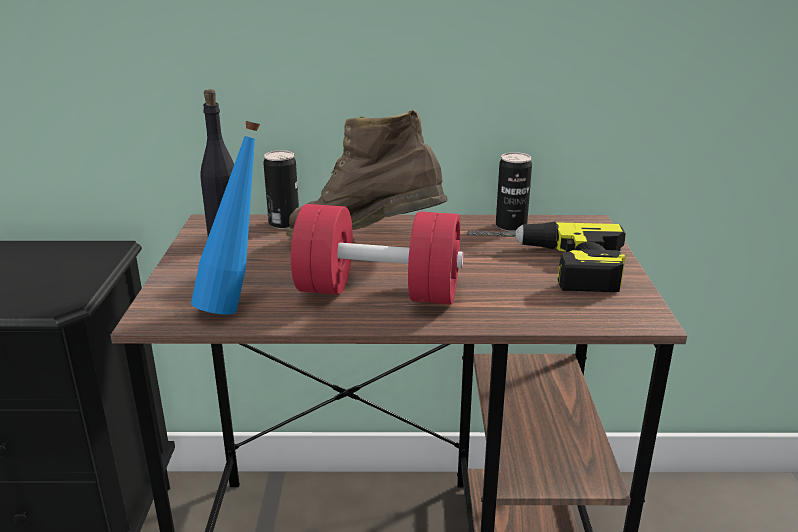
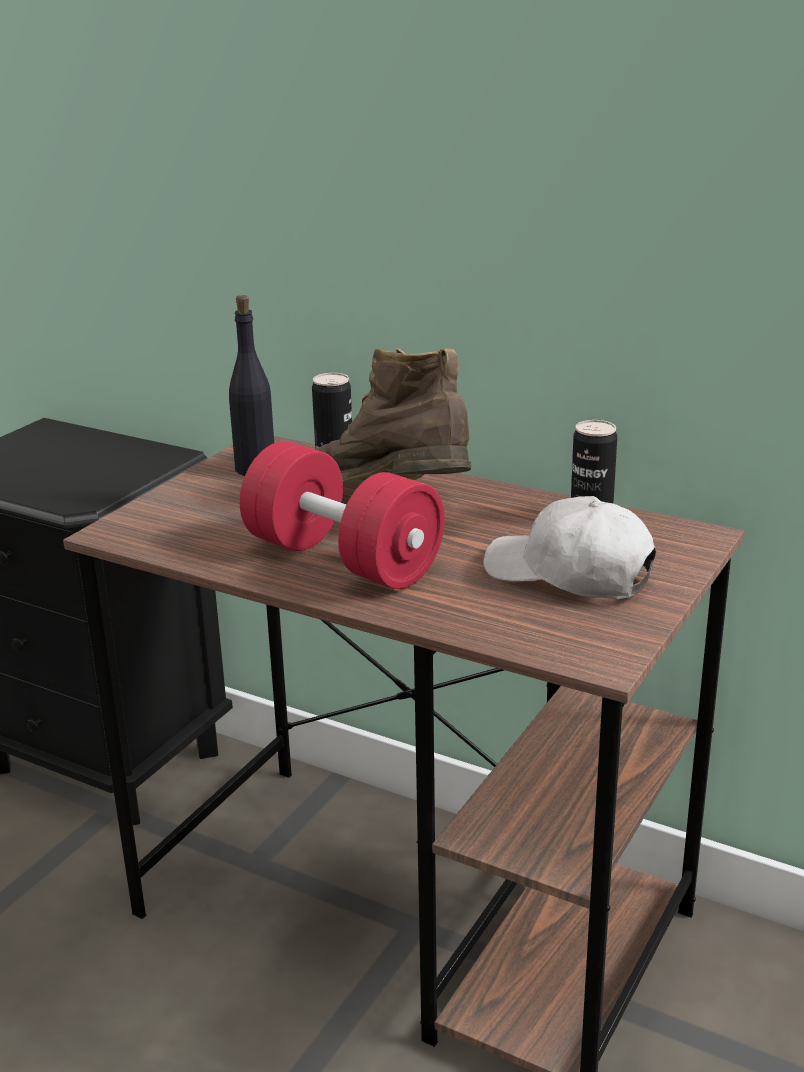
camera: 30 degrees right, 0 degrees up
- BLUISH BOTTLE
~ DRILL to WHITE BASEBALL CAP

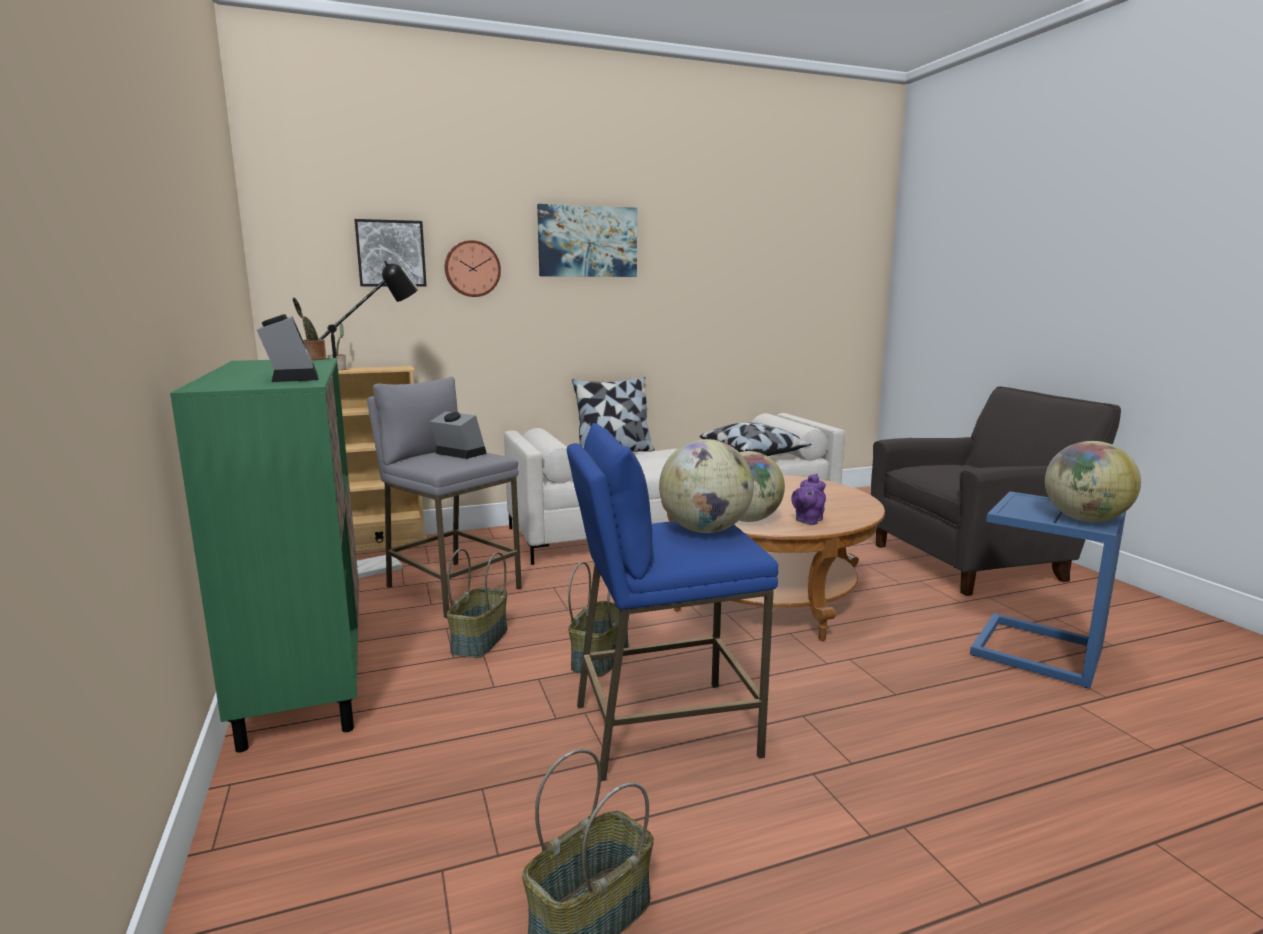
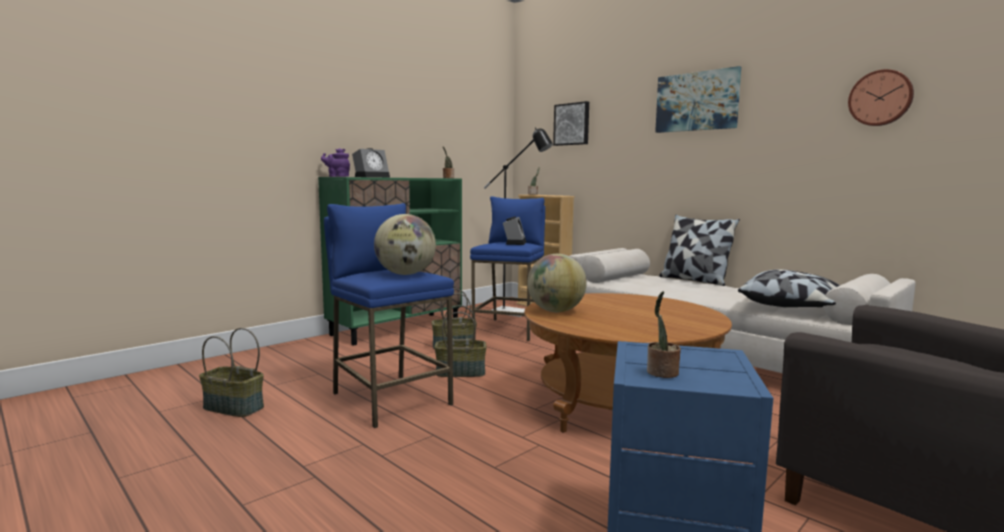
camera: 65 degrees right, 5 degrees down
~ GREY STOOL to BLUISH STOOL (no. 2 from left)
~ CLOCK ON THE WALL
~ PURPLE-COLOURED POT FOR TEA
~ WORLD GLOBE (no. 3 from left) to POTTED PLANT (no. 3 from left)

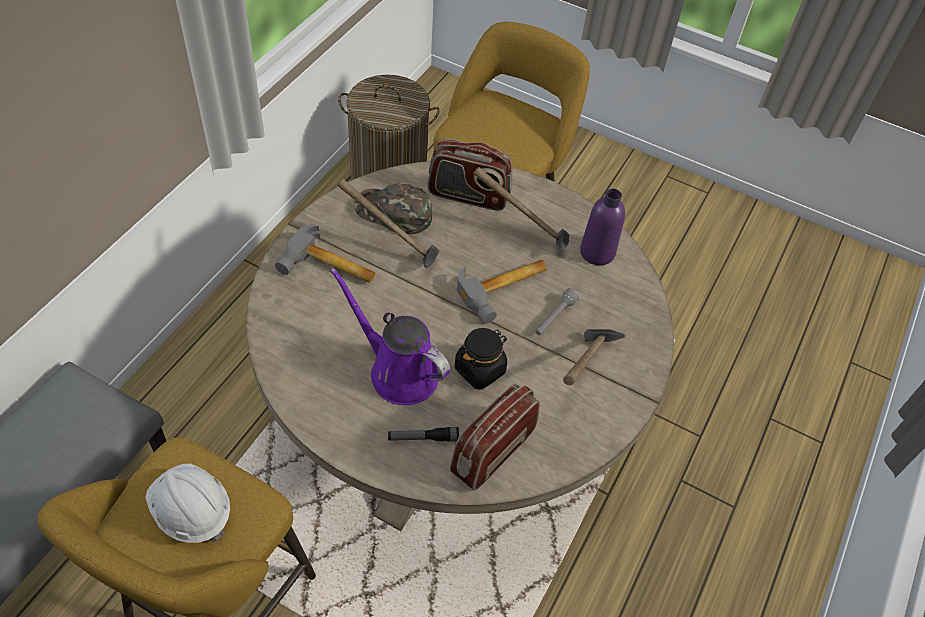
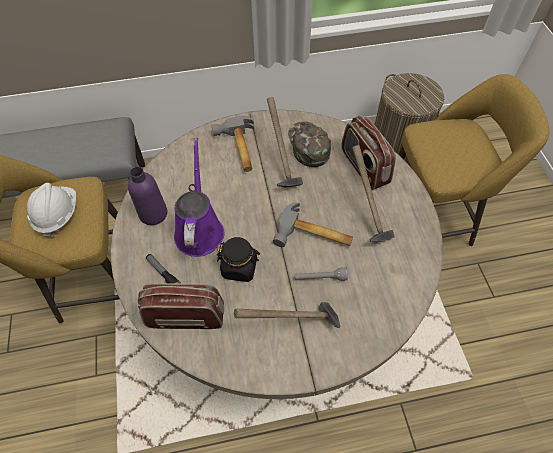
camera: 55 degrees right, 5 degrees up
~ PURPLE-COLOURED BOTTLE

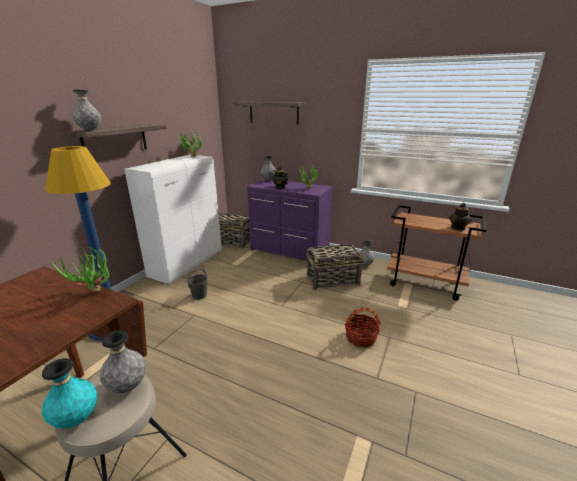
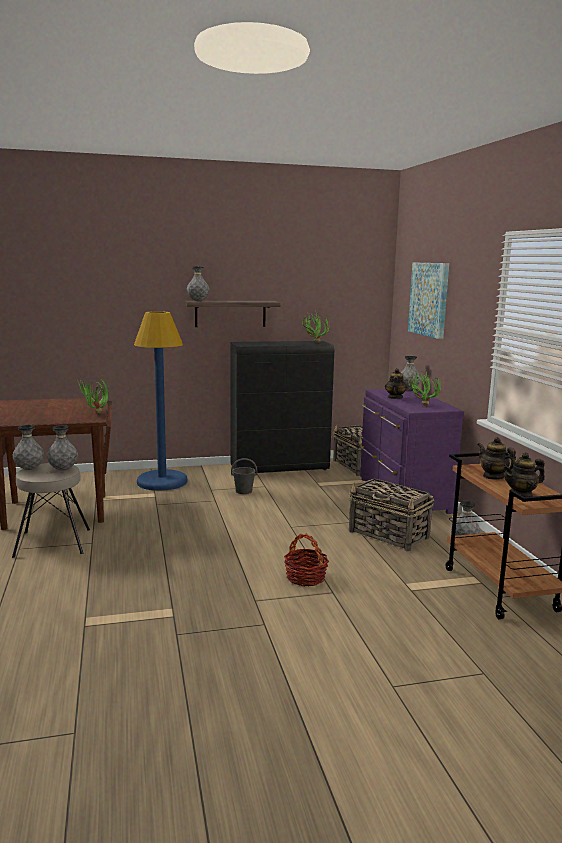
camera: 50 degrees right, 10 degrees down
~ TURQUOISE-COLOURED VASE to GREY VASE (no. 1 from left)
~ WHITE CUPBOARD to BLACKISH CUPBOARD
~ WALL SHELF (no. 2 from left) to WALL ART
+ POT FOR TEA (no. 2 from left)

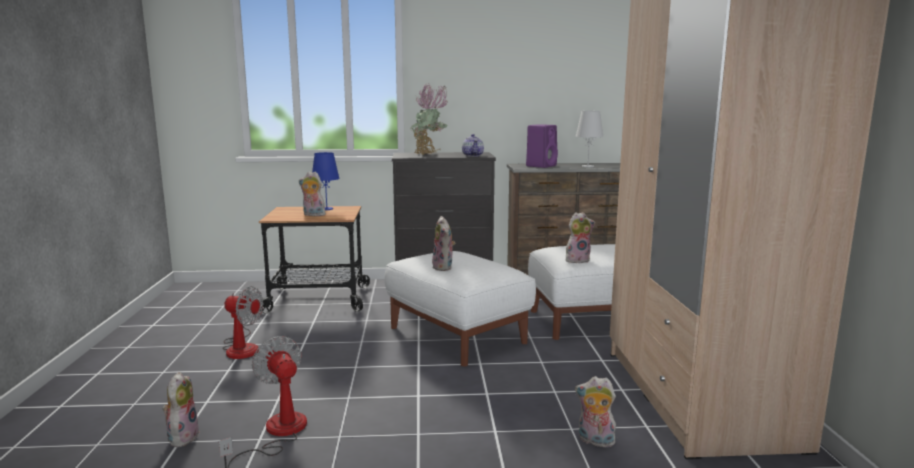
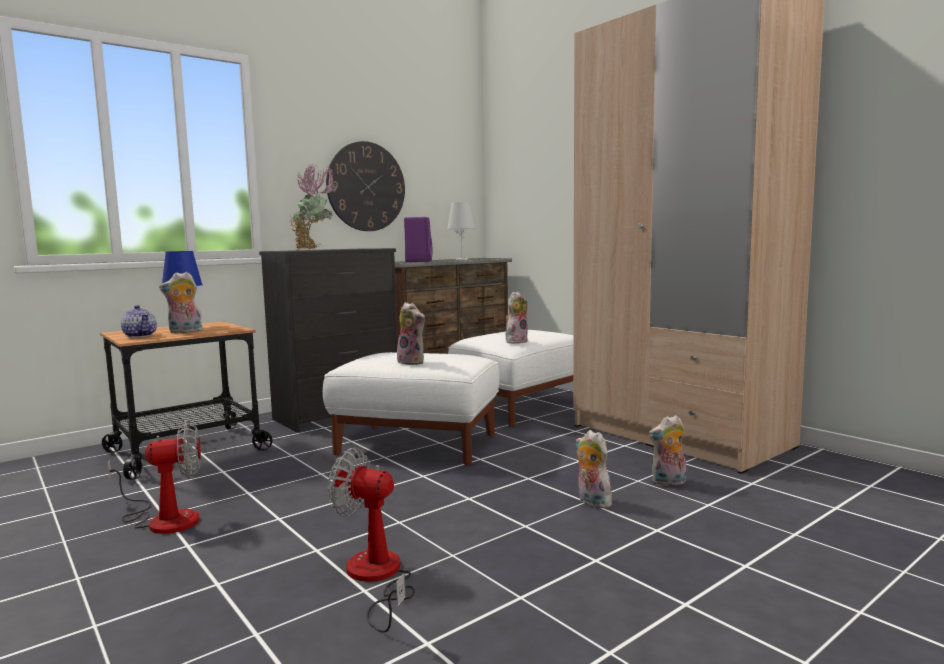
camera: 35 degrees left, 5 degrees down
~ SOFT TOY (no. 1 from left in the first image) to SOFT TOY (no. 4 from left)
~ POT FOR TEA
+ CLOCK ON THE WALL

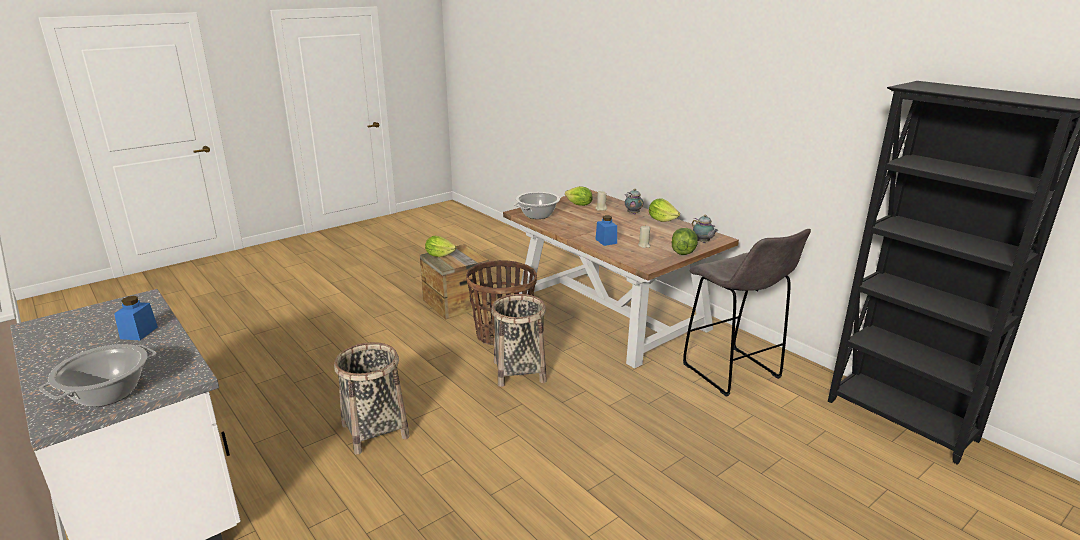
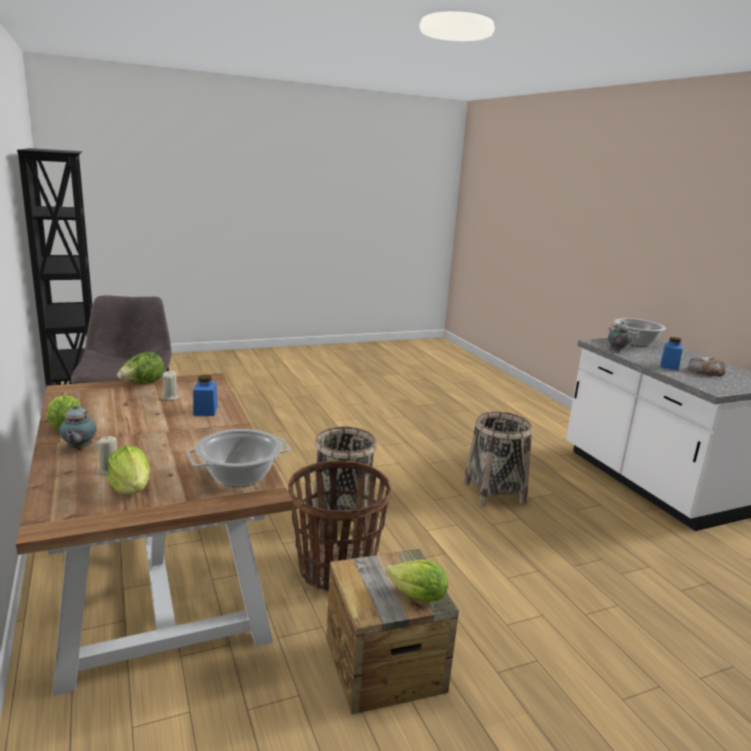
camera: 165 degrees left, 5 degrees down
~ POT FOR TEA (no. 2 from left)
+ BAKED BREAD

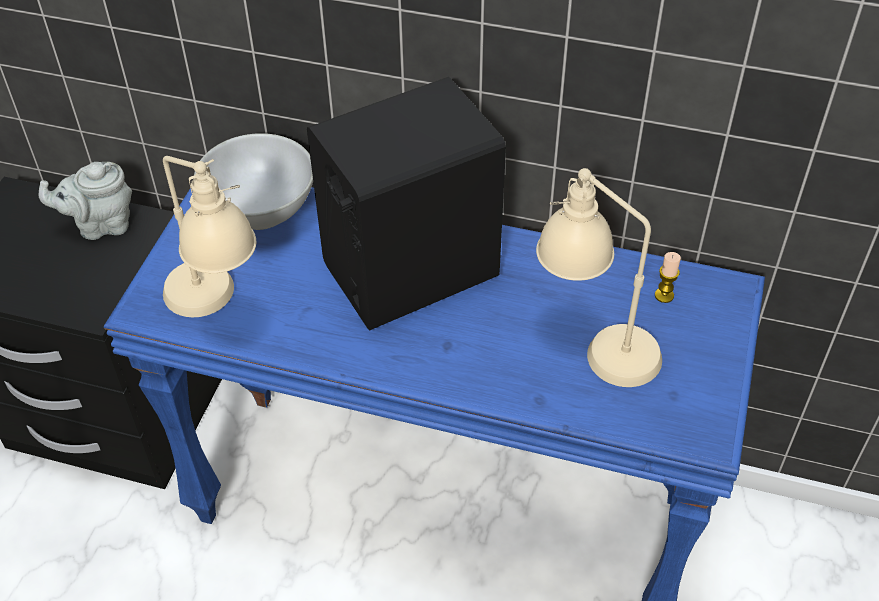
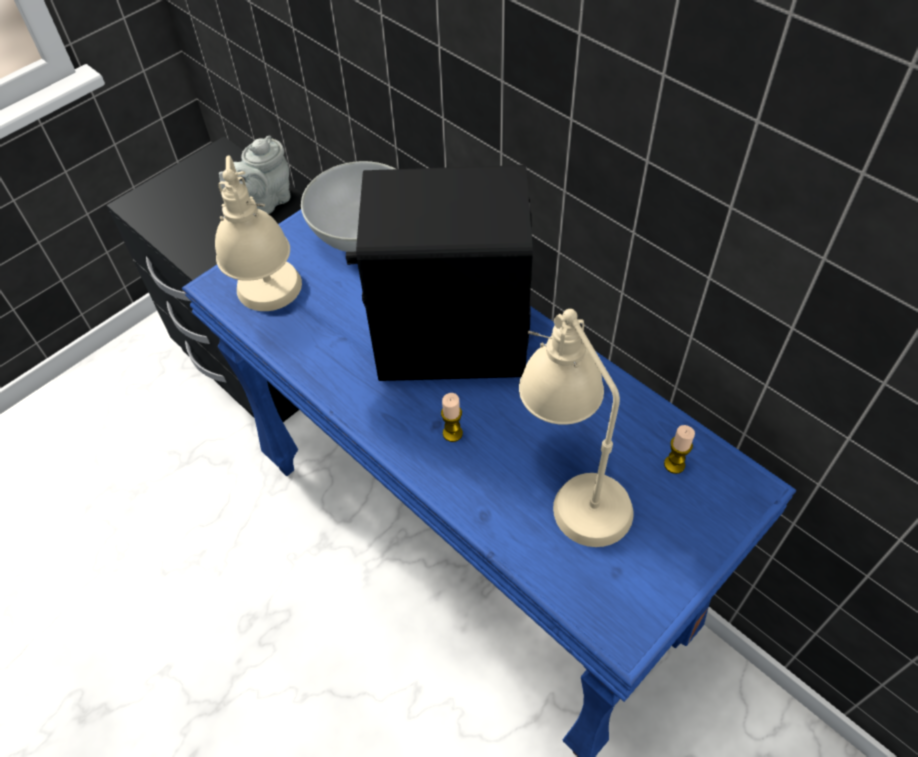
camera: 30 degrees right, 5 degrees up
~ GREY POT FOR TEA 60 degrees counterclockwise
+ CANDLE (no. 1 from left)

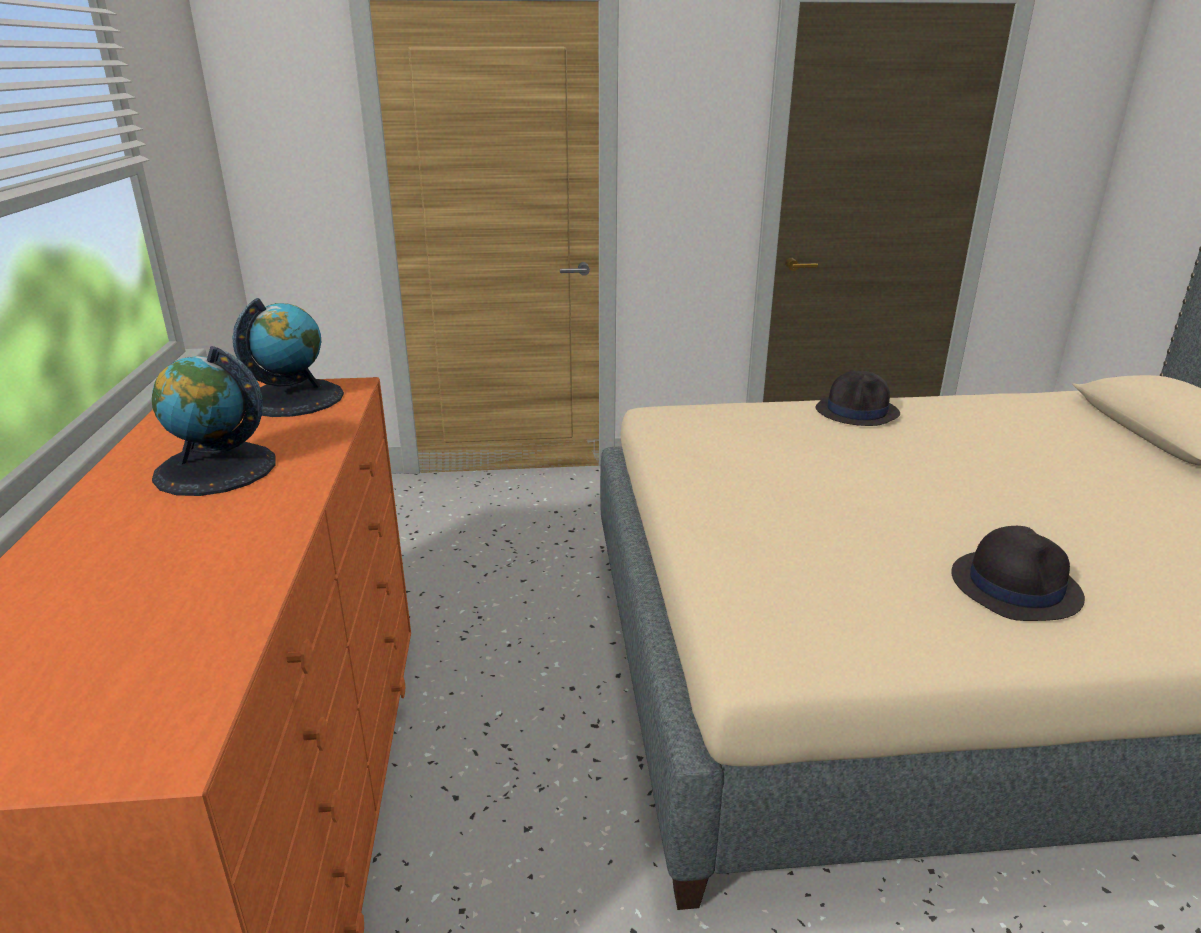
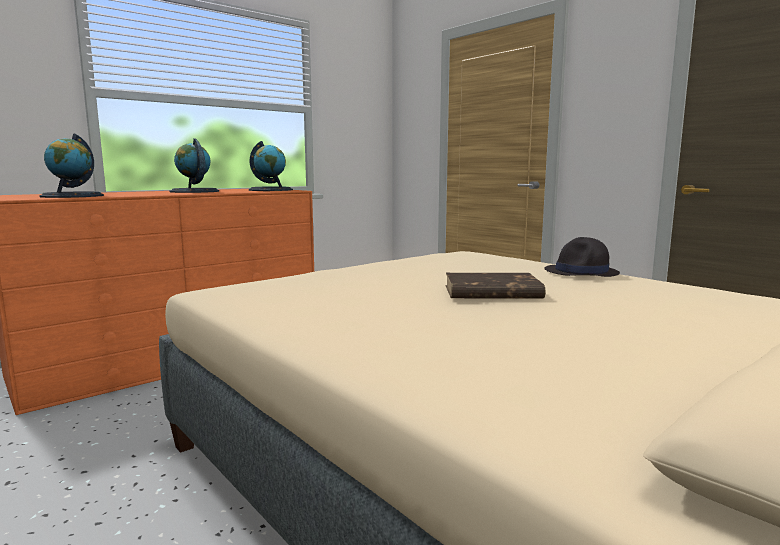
camera: 55 degrees right, 15 degrees down
- BLACKISH CLOTHING HAT (no. 2 from left)
+ WORLD GLOBE (no. 1 from left)
+ BROWN BOUND BOOK

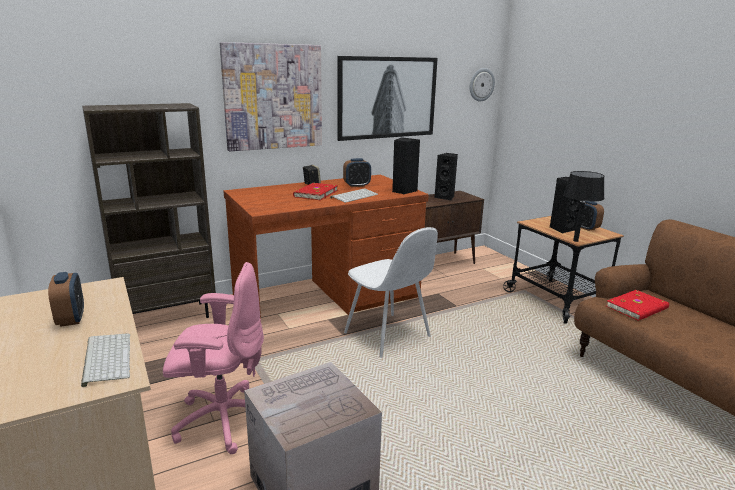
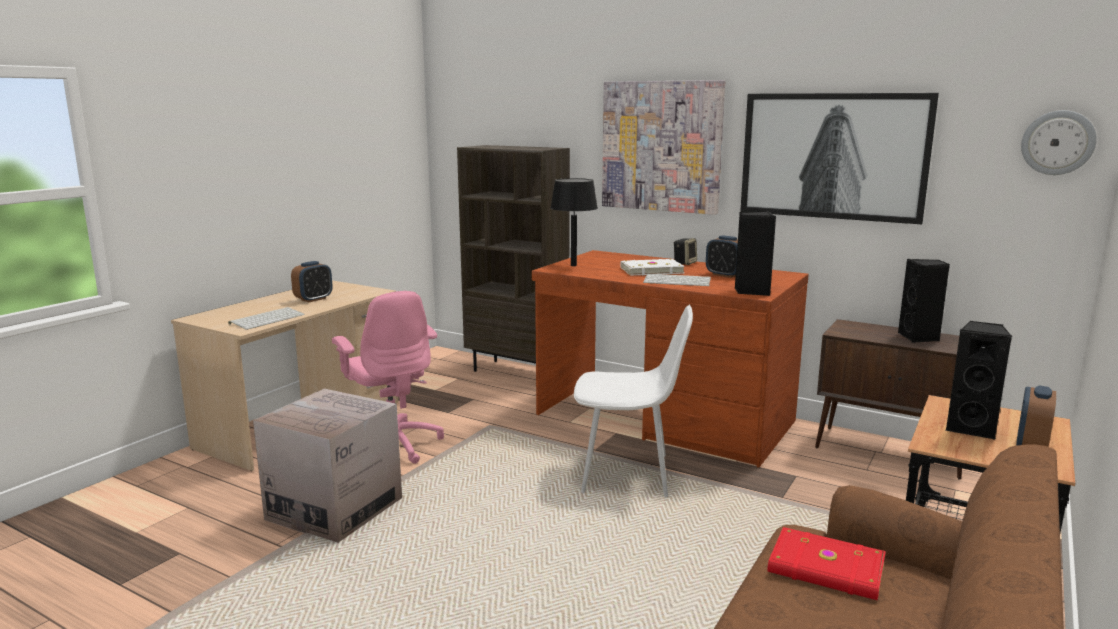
camera: 60 degrees right, 5 degrees down
~ RED-COLOURED BOUND BOOK (no. 1 from left) to WHITE BOUND BOOK
~ WHITE CHAIR 105 degrees counterclockwise
~ BLACKISH TABLE LAMP

